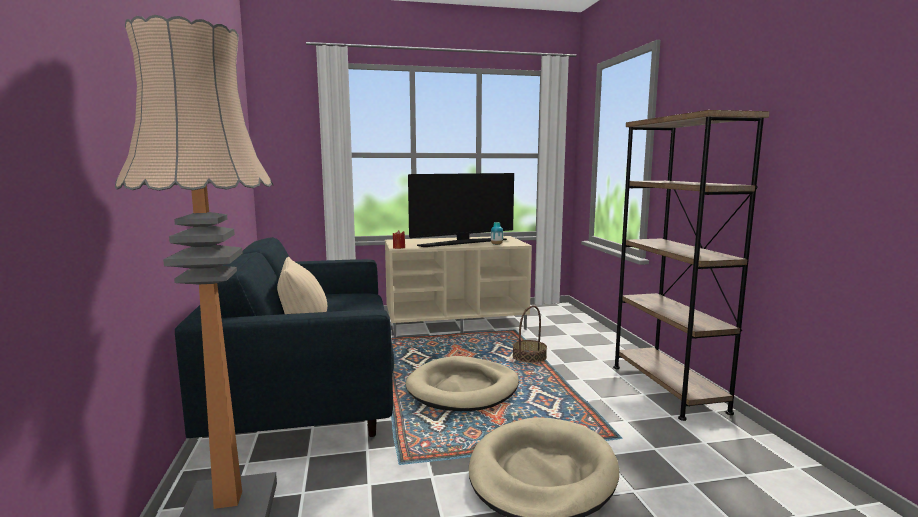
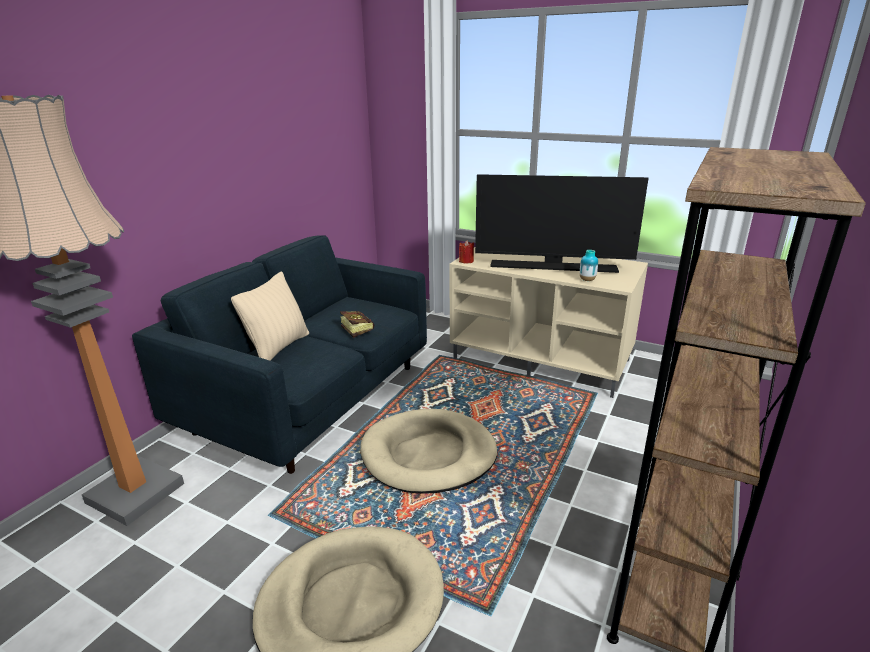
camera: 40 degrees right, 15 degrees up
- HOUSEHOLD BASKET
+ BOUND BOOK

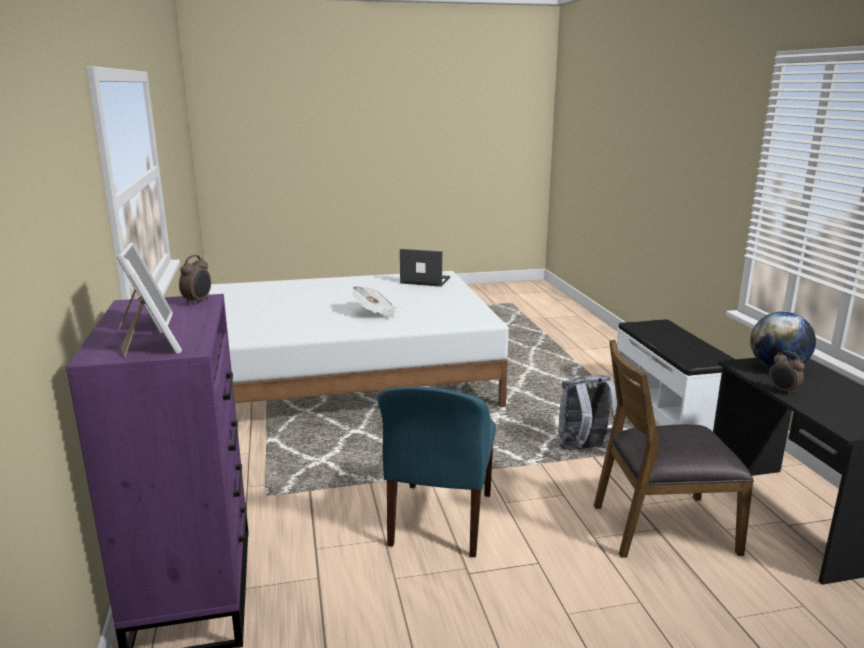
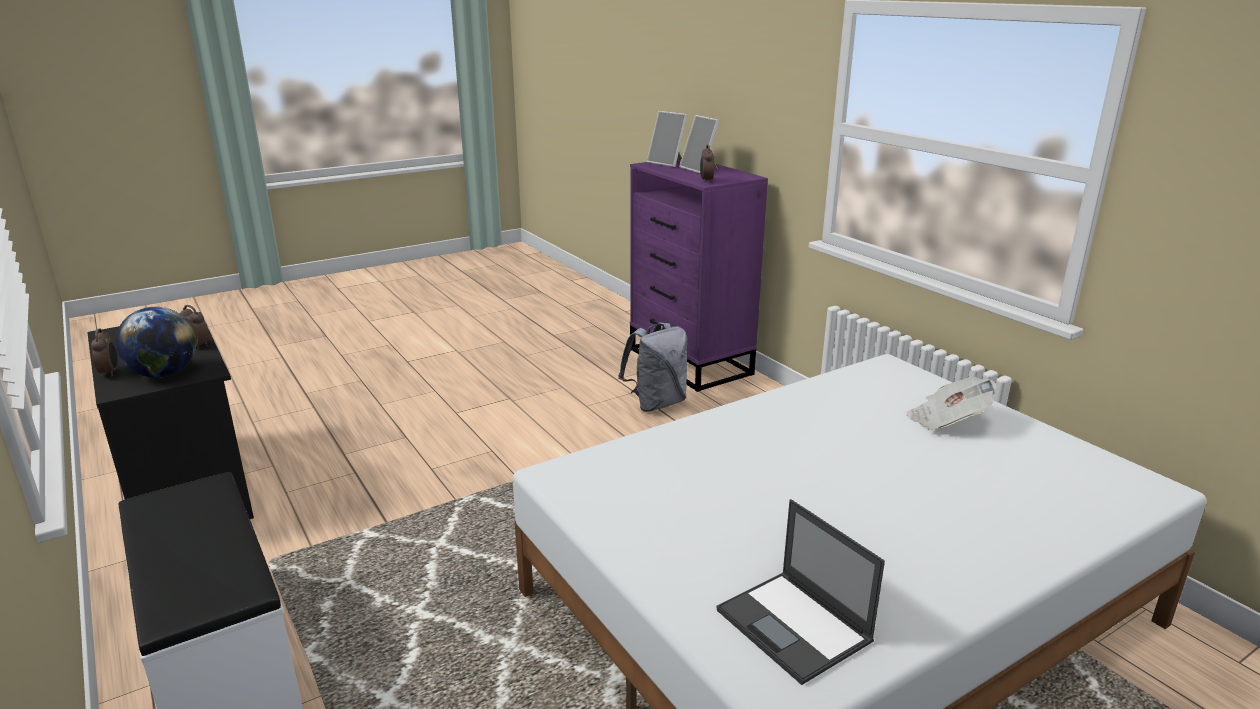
camera: 160 degrees right, 5 degrees up
~ NEWSPAPER
- BLUISH CHAIR
~ NOTEBOOK COMPUTER 60 degrees clockwise
~ GREY RUCKSACK
- BROWN CHAIR
+ BEDSIDE CLOCK (no. 1 from left)

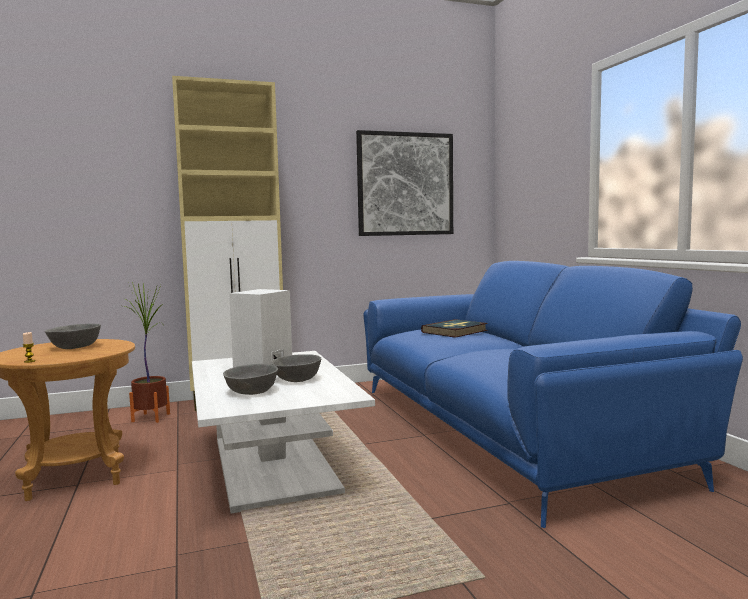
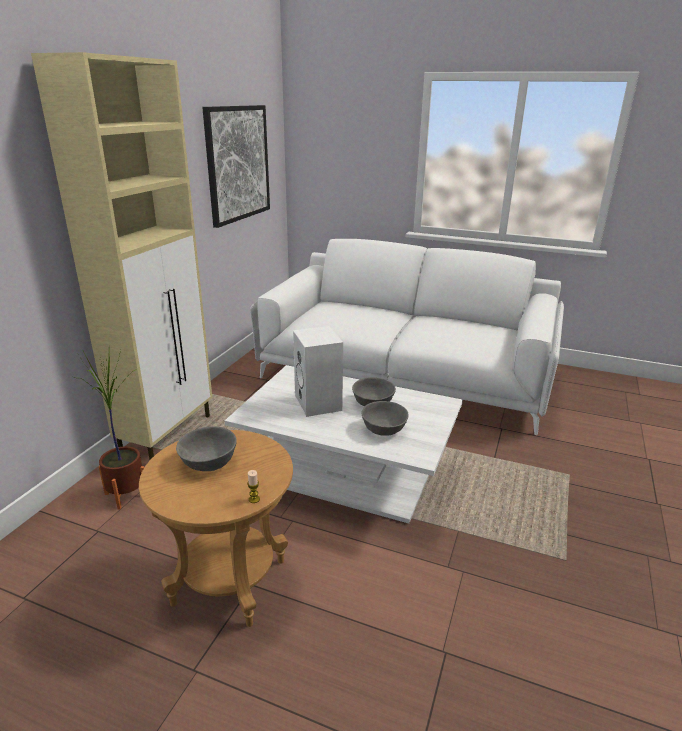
camera: 50 degrees left, 20 degrees up
~ BLUISH SETTEE to WHITE SETTEE
- BOUND BOOK

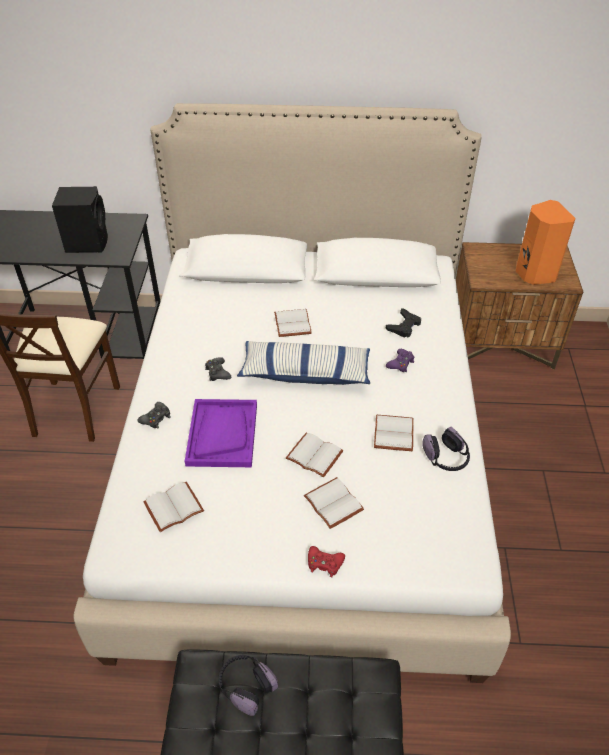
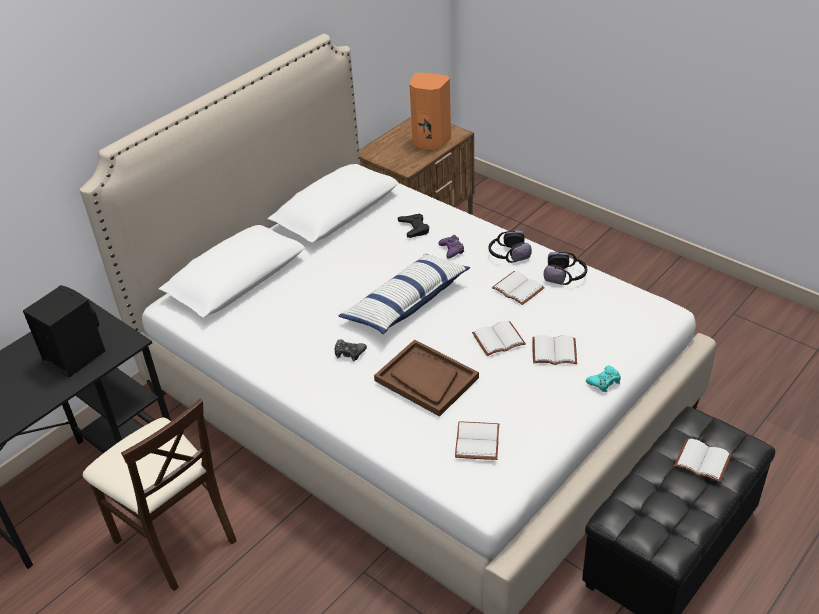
camera: 50 degrees left, 5 degrees down
- BLACKISH JOYPAD (no. 1 from left)
~ PURPLE-COLOURED TRAY to BROWN TRAY
~ HEADSET (no. 1 from left)
~ WHITE BOUND BOOK (no. 2 from left in the first image) to WHITE BOUND BOOK (no. 5 from left)
~ RED-COLOURED JOYPAD to TURQUOISE-COLOURED JOYPAD

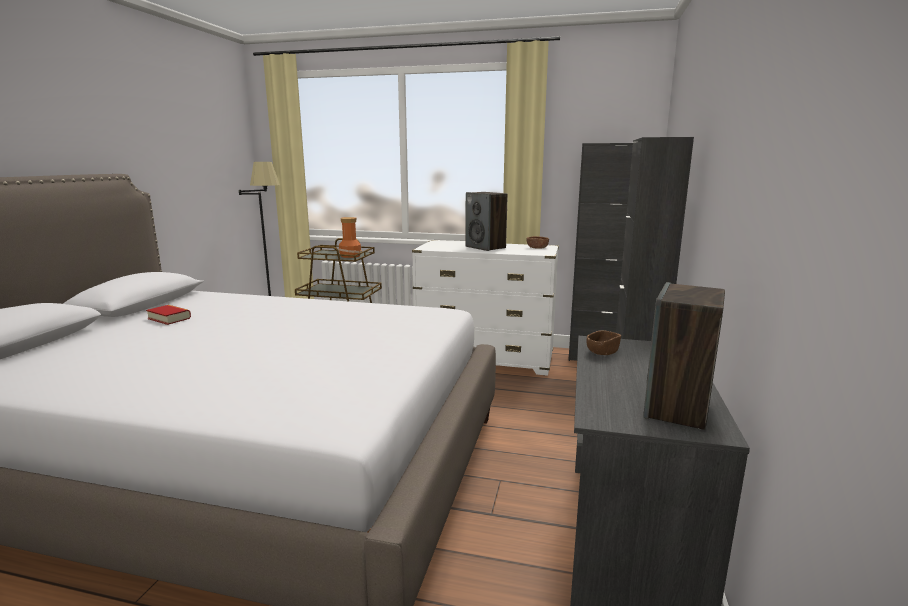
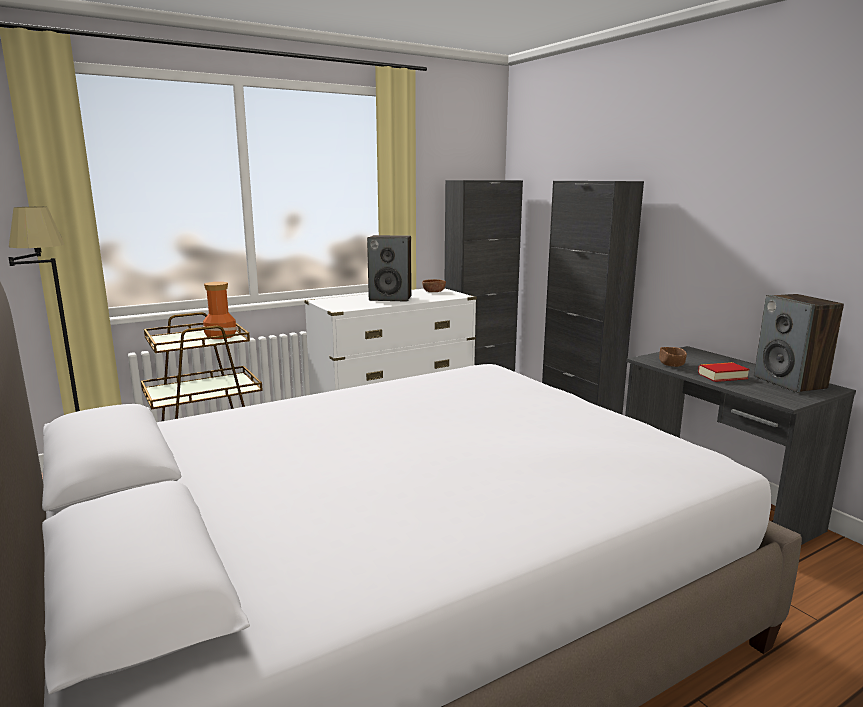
camera: 45 degrees left, 0 degrees up
~ BOUND BOOK

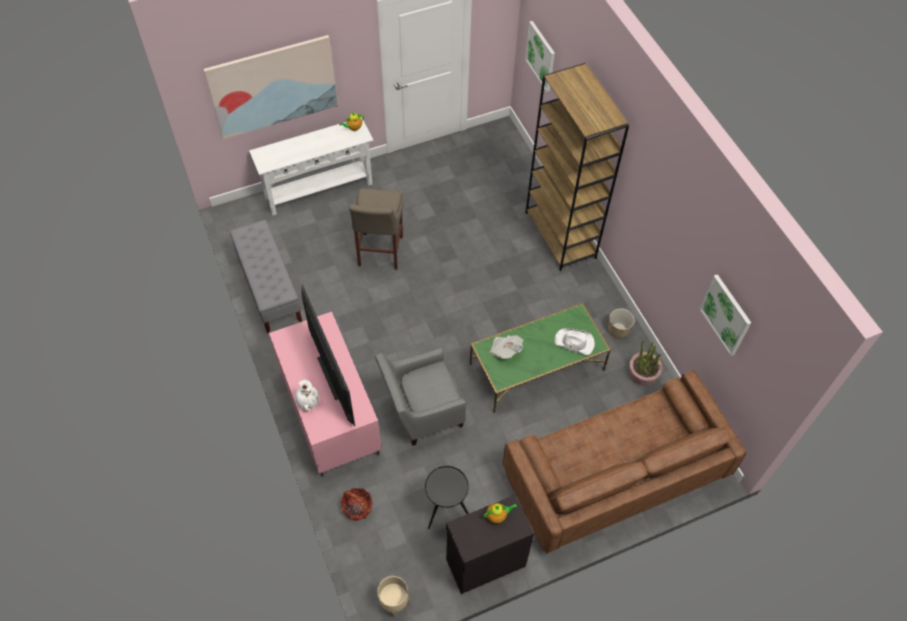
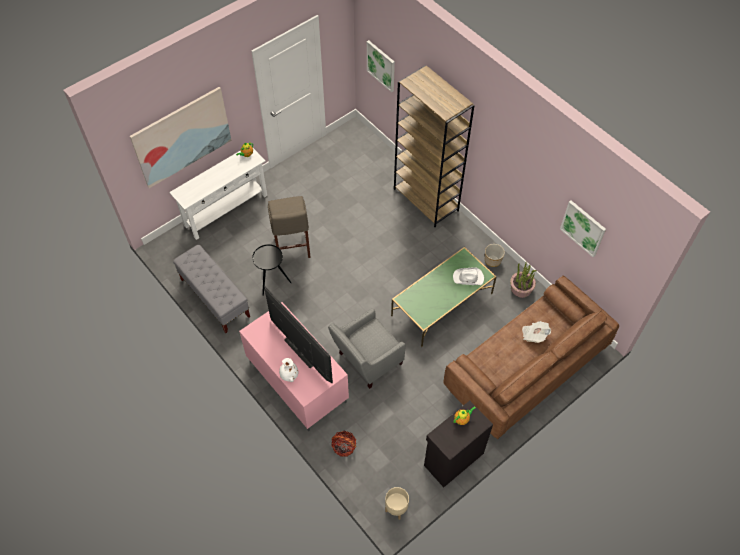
camera: 15 degrees left, 0 degrees up
~ BLACKISH SIDE TABLE
~ NEWSPAPER

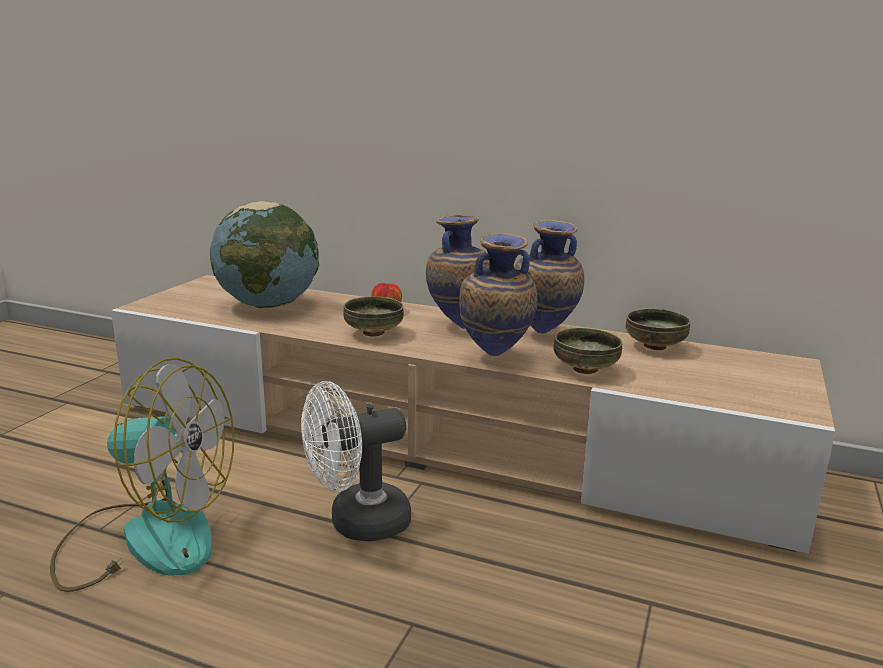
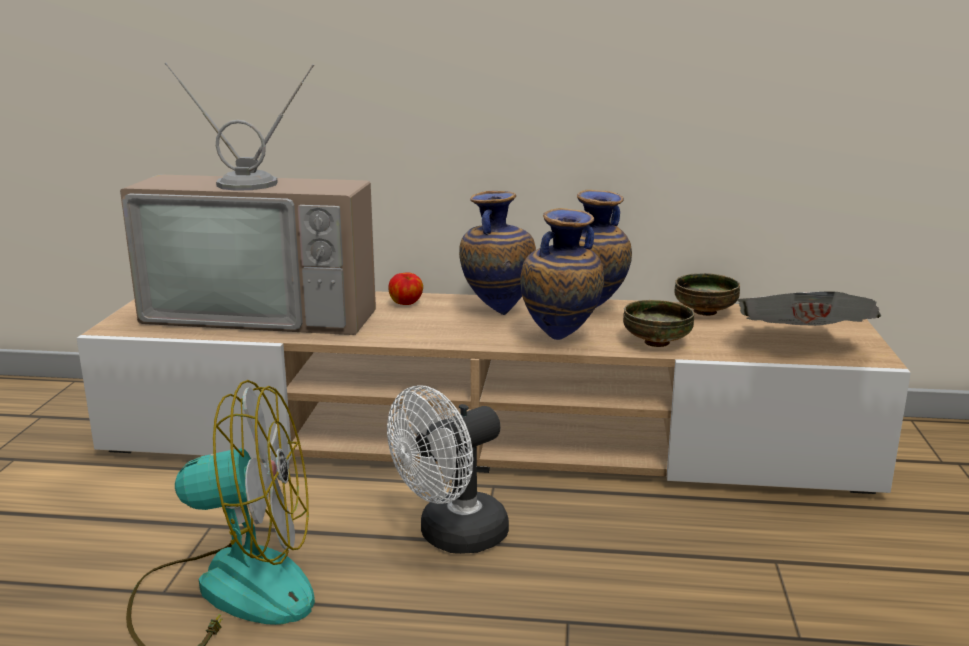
camera: 15 degrees left, 0 degrees up
~ WORLD GLOBE to TV
- DEEP DISH (no. 1 from left)
+ NEWSPAPER

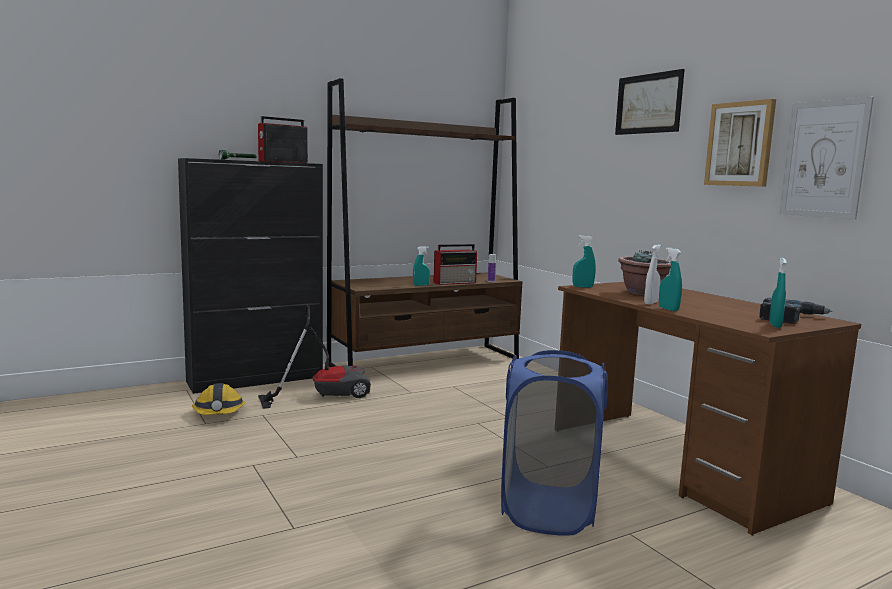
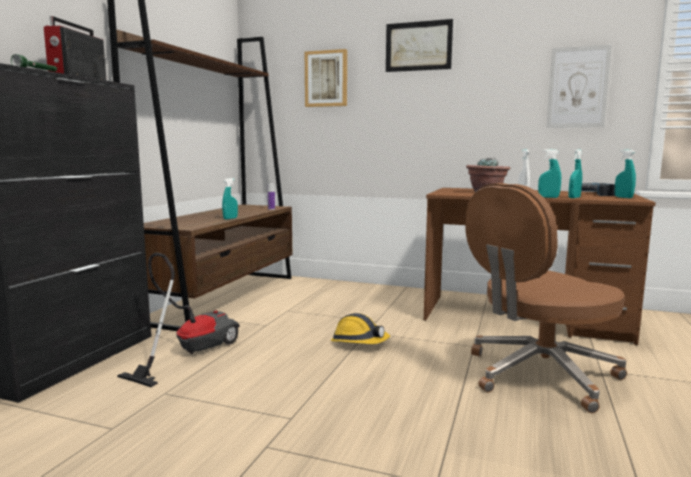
camera: 40 degrees left, 0 degrees up
~ WORK HELMET
- RADIO RECEIVER (no. 2 from left)
~ BLUISH WASHING BASKET to BROWN COMPUTER CHAIR
~ TURQUOISE-COLOURED SPRAYER (no. 2 from left in the first image) to TURQUOISE-COLOURED SPRAYER (no. 3 from left)
~ WALL ART (no. 2 from left in the first image) to WALL ART (no. 1 from left)

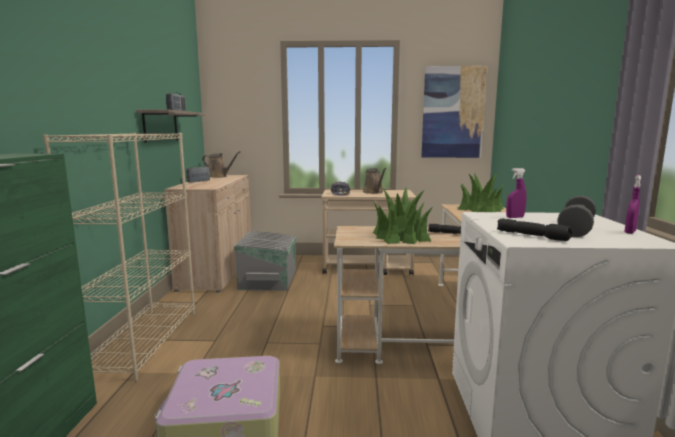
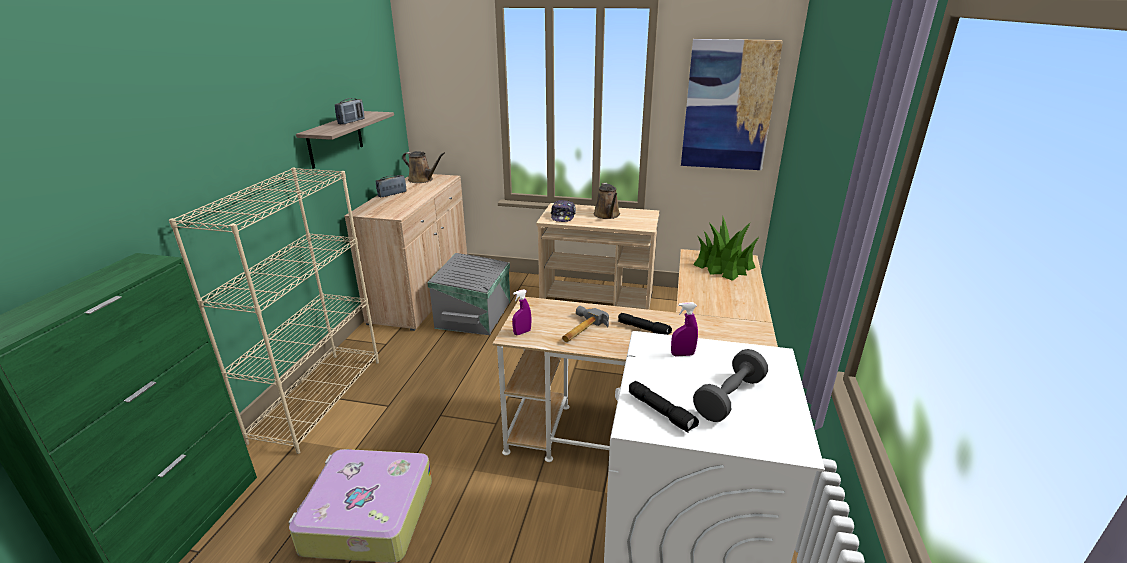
camera: 10 degrees right, 15 degrees up
~ POTTED PLANT (no. 1 from left) to TOOL HAMMER
~ PURPLE-COLOURED SPRAYER (no. 2 from left in the first image) to PURPLE-COLOURED SPRAYER (no. 1 from left)

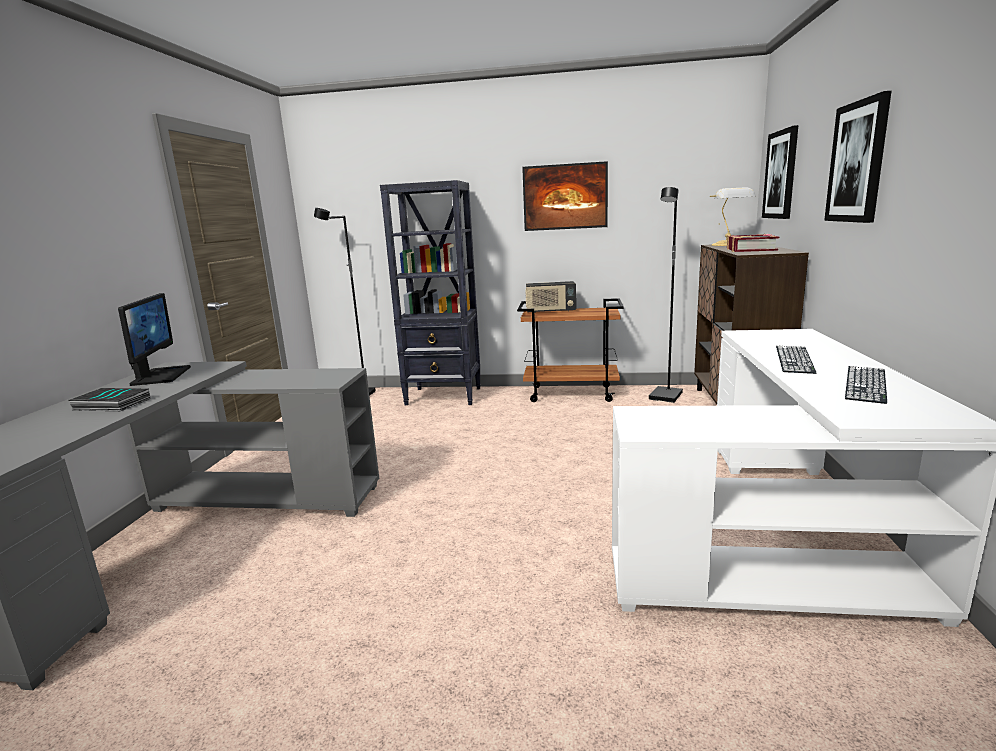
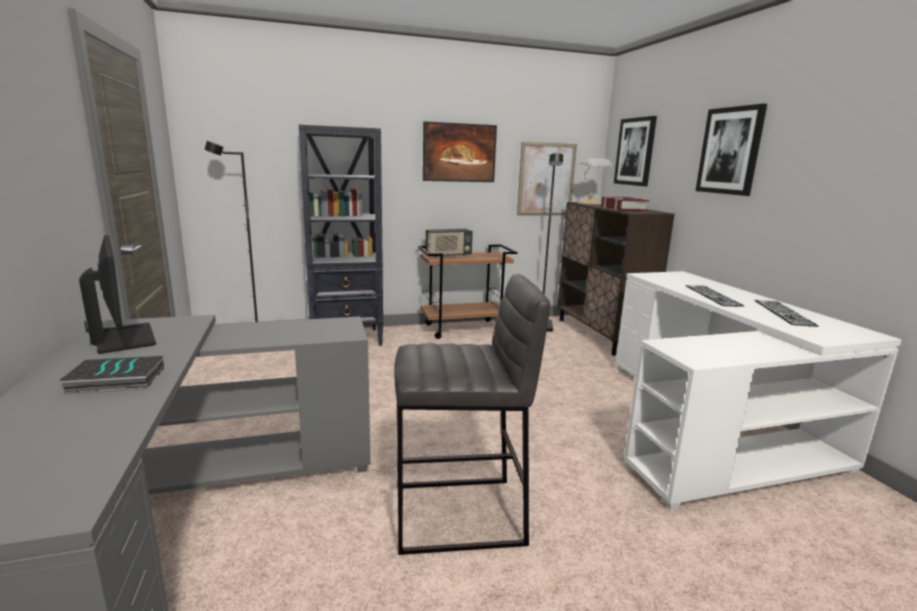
camera: 25 degrees left, 0 degrees up
+ GREY STOOL
+ WALL ART (no. 2 from left)

